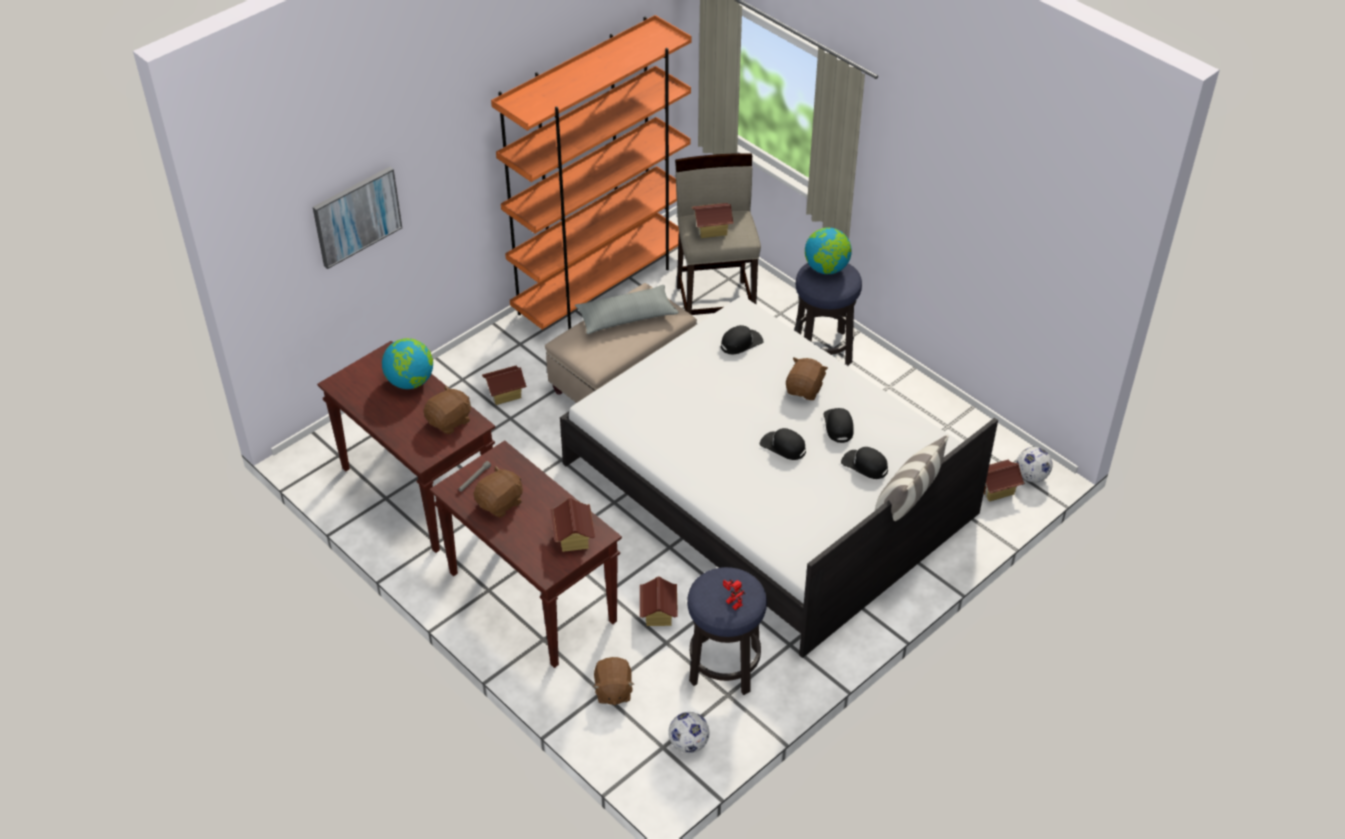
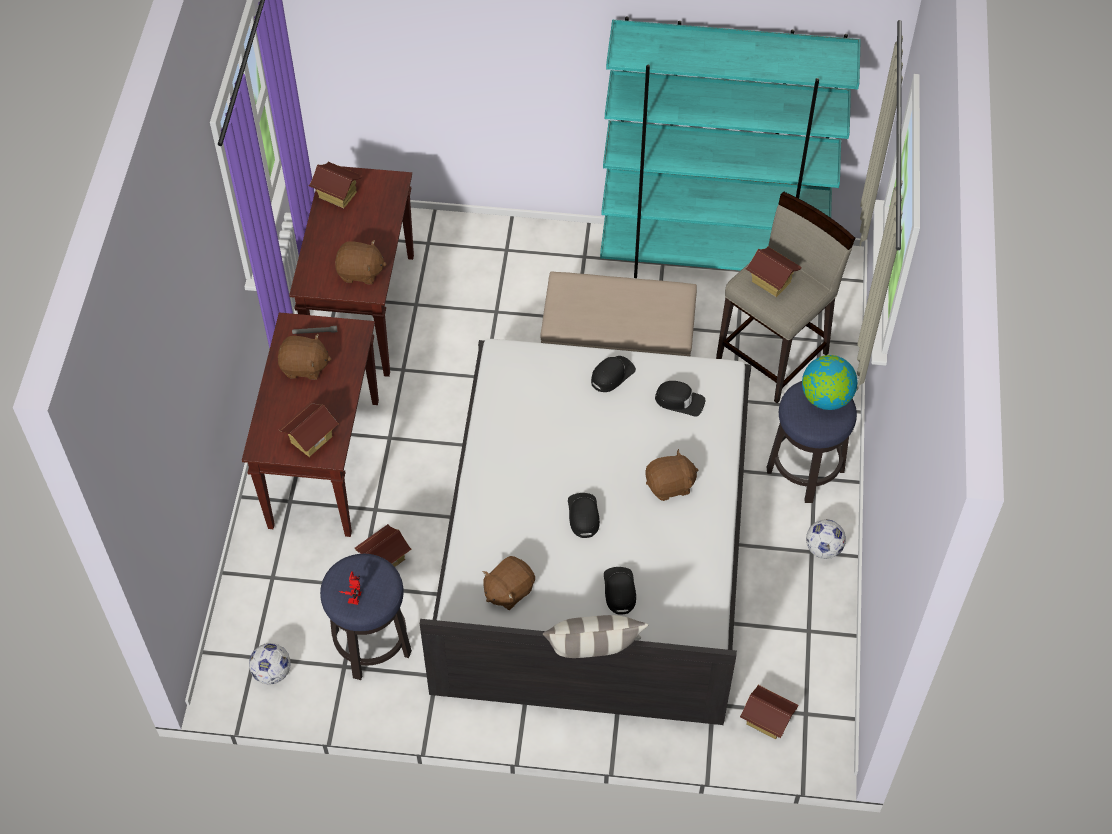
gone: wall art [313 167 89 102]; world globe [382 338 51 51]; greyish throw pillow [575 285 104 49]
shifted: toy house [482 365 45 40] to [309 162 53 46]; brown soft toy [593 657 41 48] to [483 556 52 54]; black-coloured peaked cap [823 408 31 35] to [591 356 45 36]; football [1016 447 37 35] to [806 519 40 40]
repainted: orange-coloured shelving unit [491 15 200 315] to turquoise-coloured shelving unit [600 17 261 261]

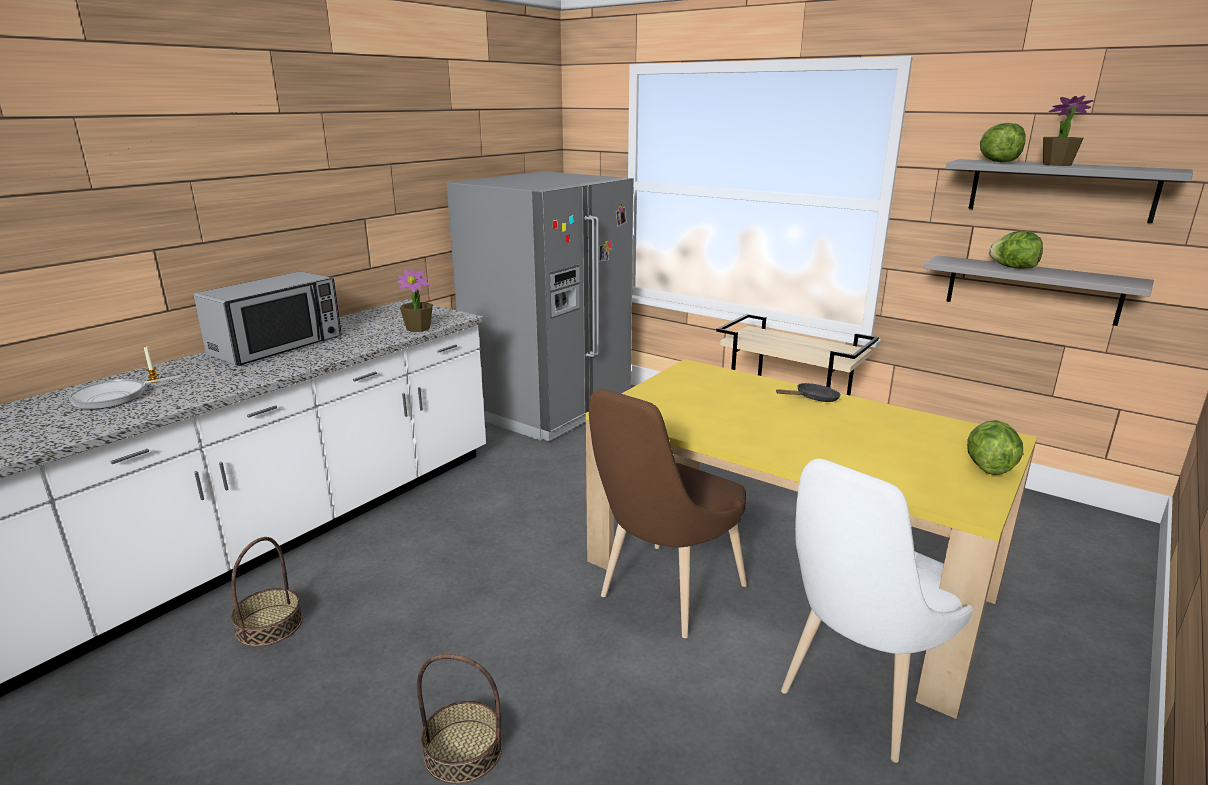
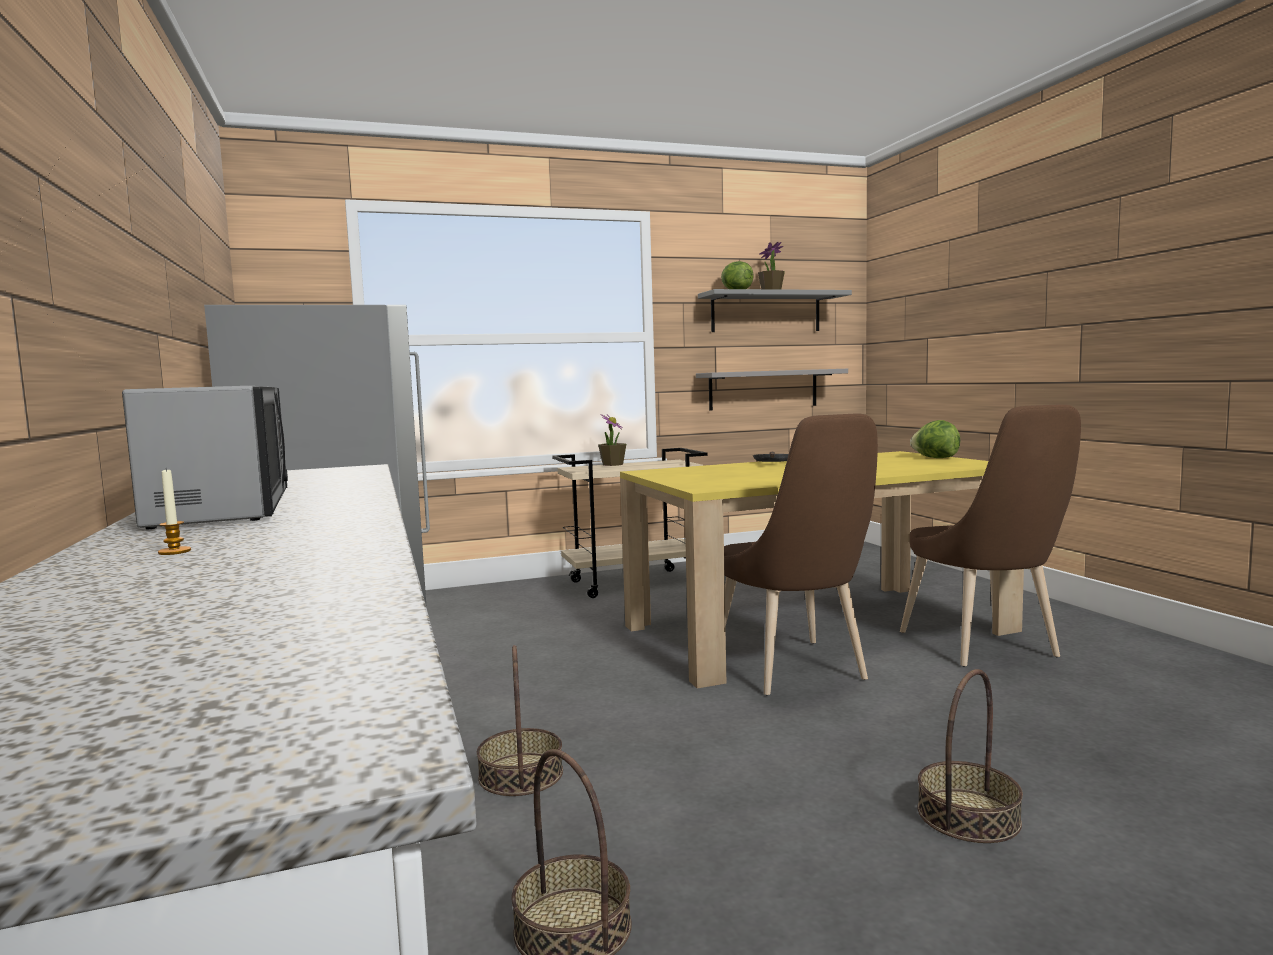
gone: frying pan [69 375 113 34]; lettuce head [989 231 54 38]
new: storage basket [477 645 86 151]
shifted: potted plant [397 269 36 63] to [598 414 28 52]
repainted: whitish chair [781 459 192 304] to brown chair [900 404 181 263]

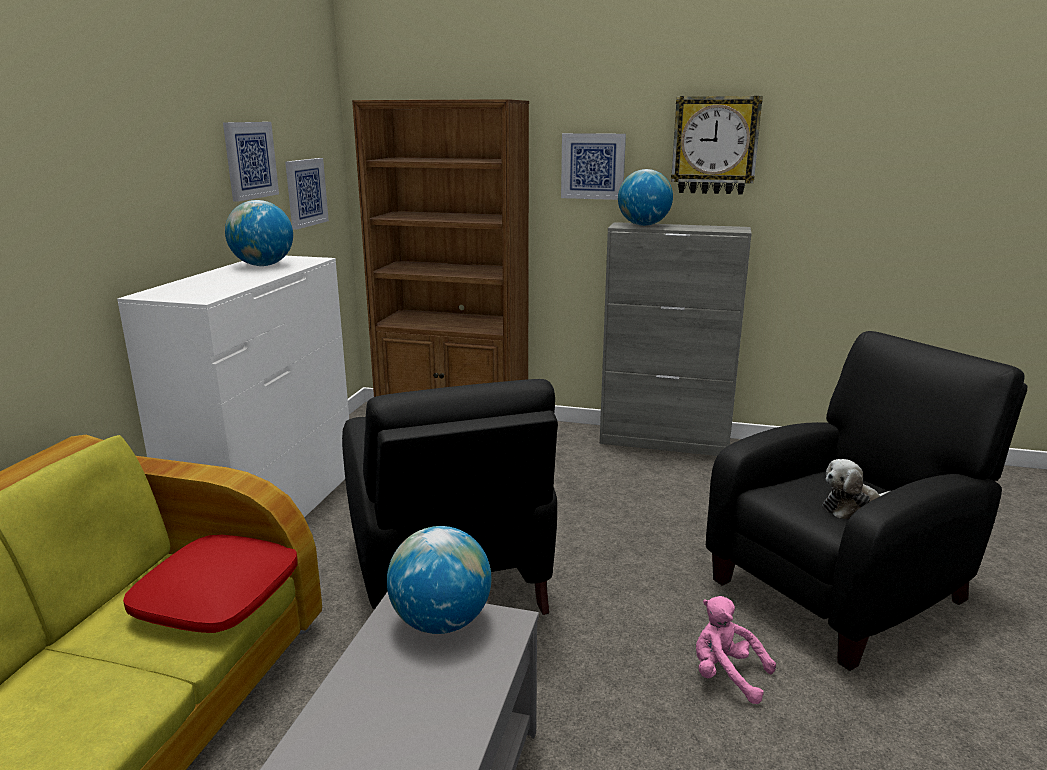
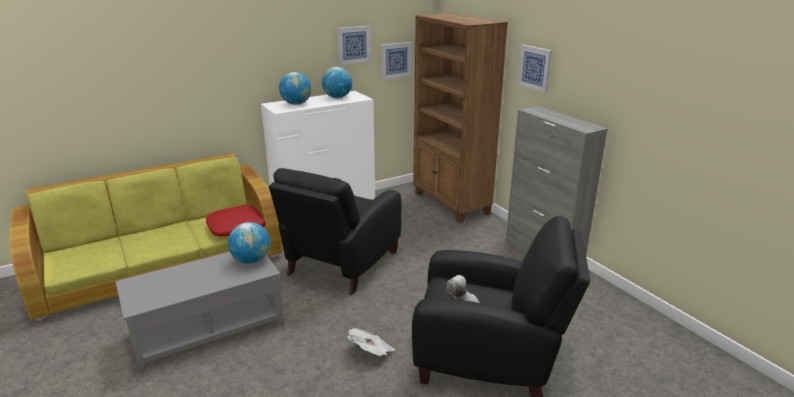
gone: clock on the wall [671 96 92 99]
shifted: world globe [618 169 55 57] to [279 72 32 33]
swapped: pink soft toy [696 596 80 108] to daily paper [347 328 48 28]

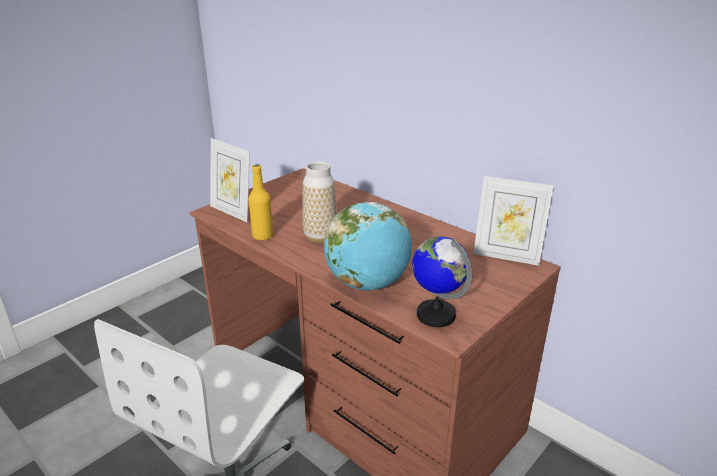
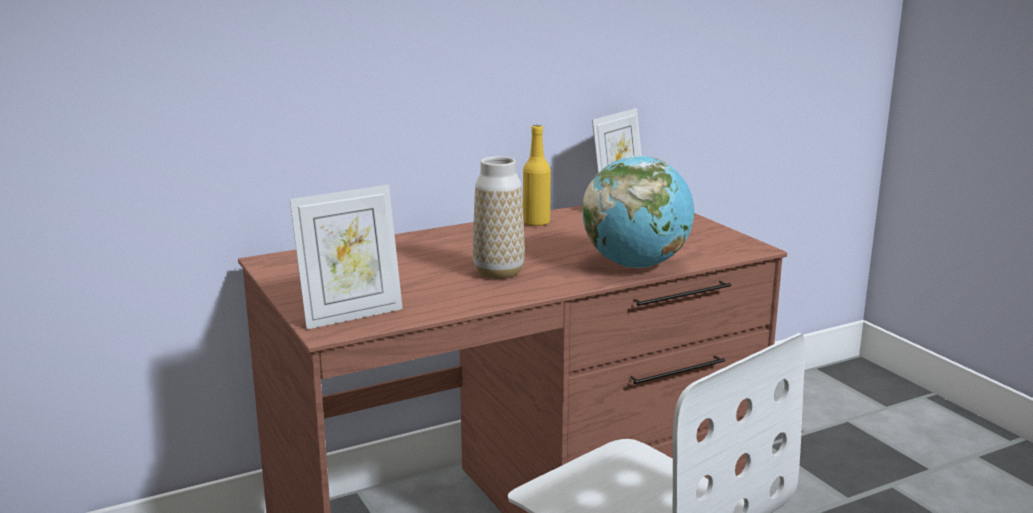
gone: world globe [412 236 60 91]
shifted: yellowish beverage bottle [249 164 24 76] to [523 125 28 101]

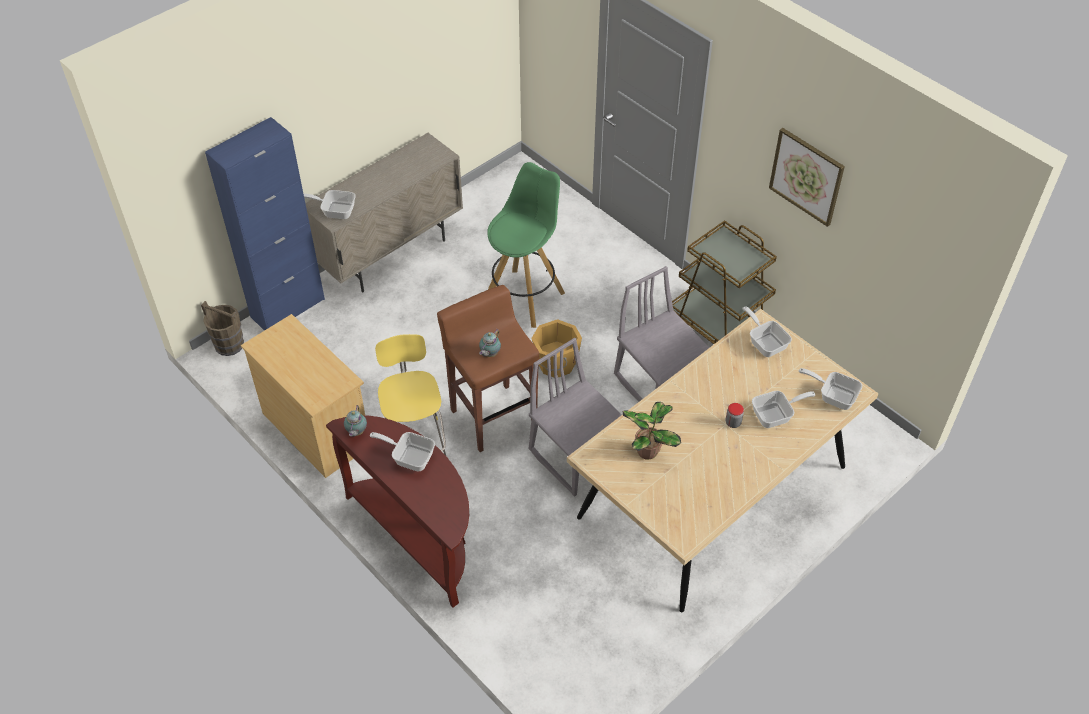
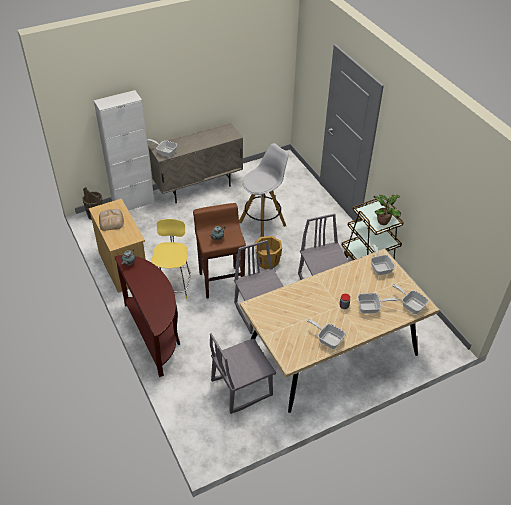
gone: wall art [769 128 76 99]
new: bread [99 209 25 22]; greyish chair [210 333 66 81]
shifted: frying pan [370 432 65 40] to [307 319 39 30]; potted plant [623 402 58 58] to [374 195 27 30]
repainted: blue-coloured storage cabinet [205 117 120 214] to whitish storage cabinet [94 90 61 121]; greenish sitting stool [487 162 78 166] to whitish sitting stool [239 143 49 94]

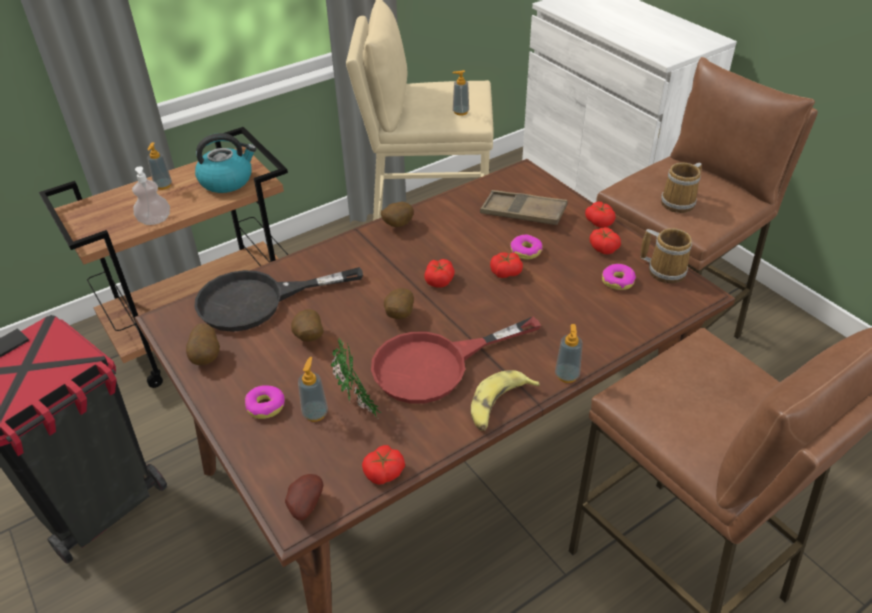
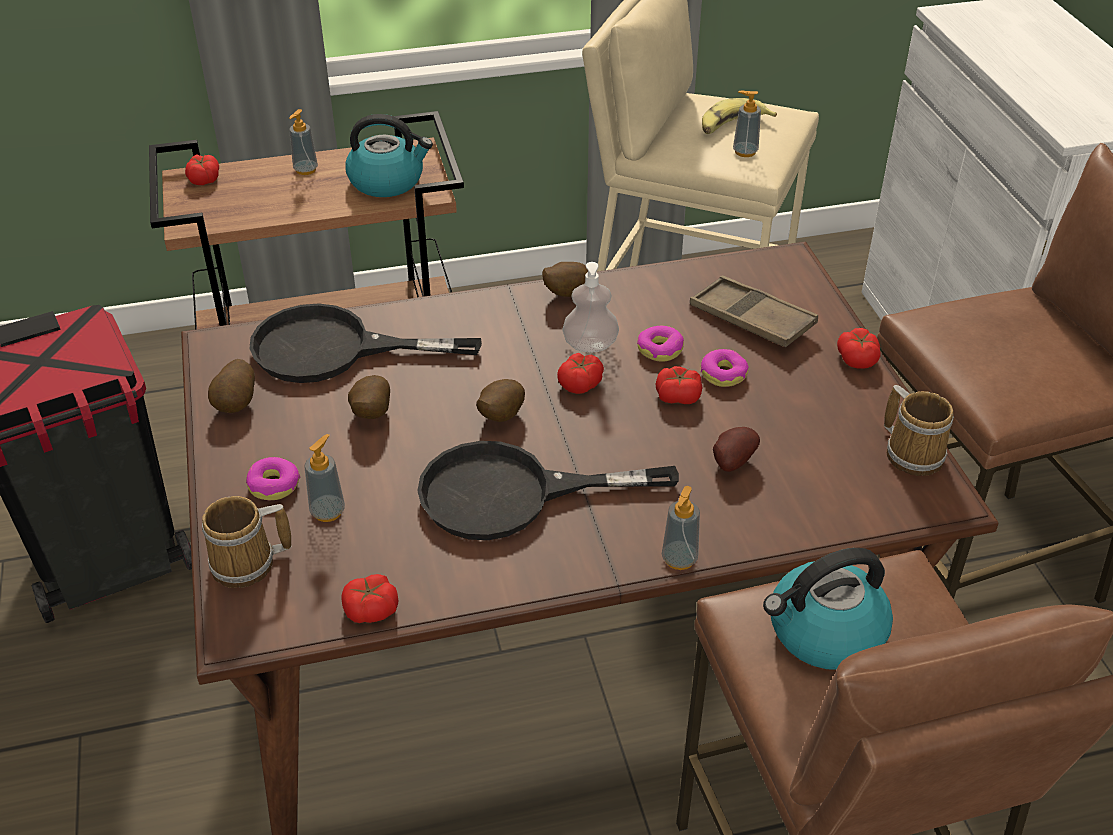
gone: potted plant [331 339 51 80]
new: tea kettle [763 548 130 122]
shifted: tomato [590 227 31 27] to [185 154 34 31]; mug [661 162 41 51] to [202 496 90 92]; liquid soap bottle [132 166 38 59] to [562 262 57 90]; doughnut [602 264 34 26] to [637 326 47 36]; banana fruit [471 370 69 61] to [702 98 75 36]; potato [285 474 38 47] to [713 427 47 45]
repainted: red-coloured frying pan [371 317 170 87] to black-coloured frying pan [417 441 262 99]

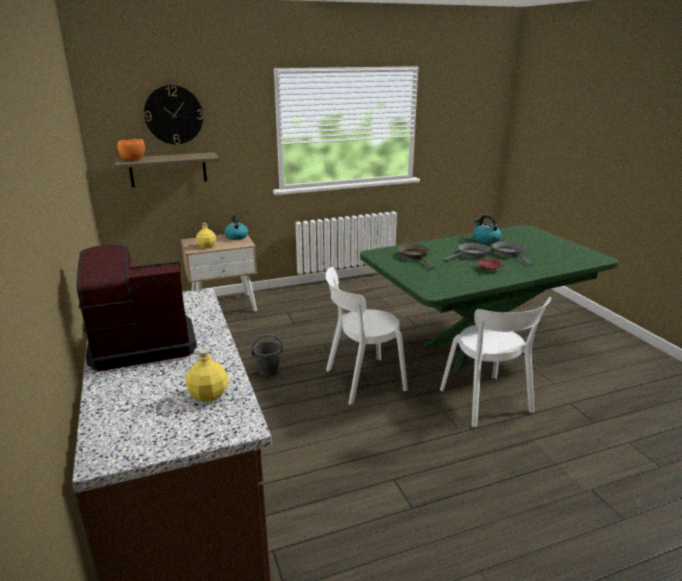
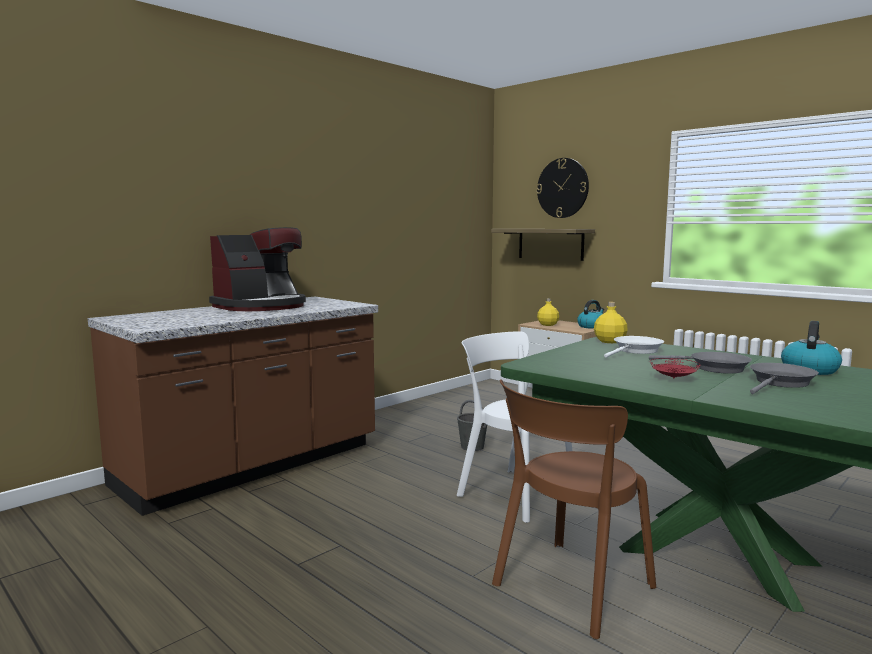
gone: orange-coloured bowl [117 139 28 21]
shifted: yellowish beverage bottle [185 349 43 53] to [594 302 34 41]
repainted: whitish chair [440 297 111 130] to brown chair [492 379 164 260]; brown frying pan [399 244 34 25] to whitish frying pan [604 336 60 22]
rotated: coffee machine [77 245 120 126] = [209 227 97 84] 90 degrees clockwise

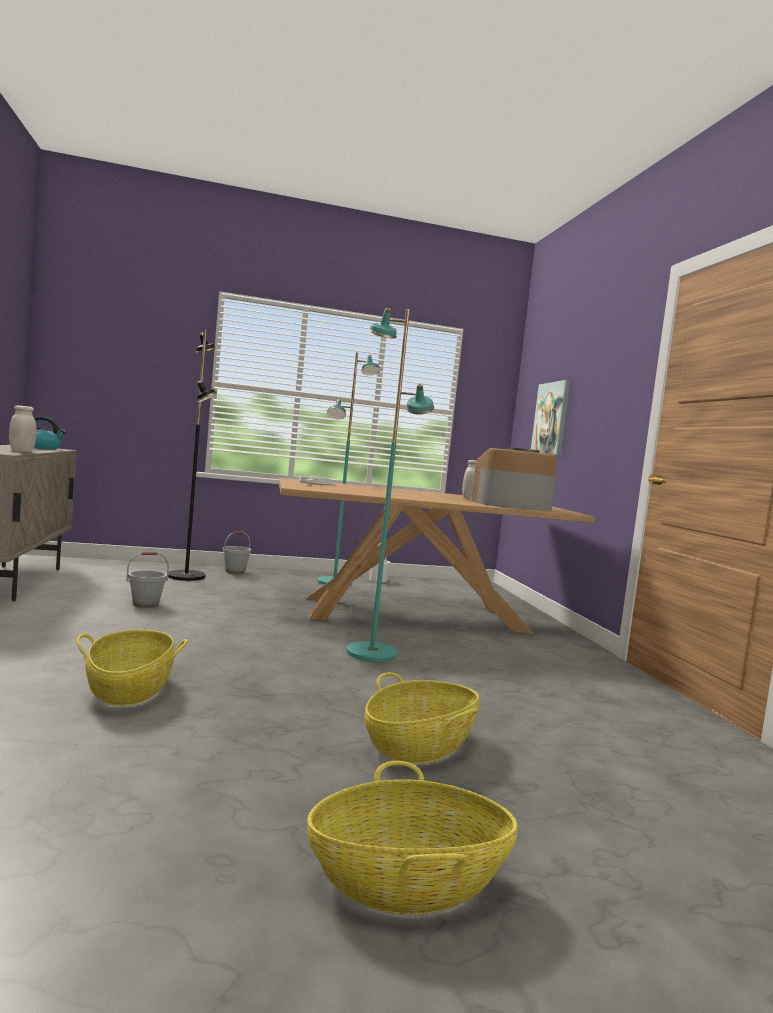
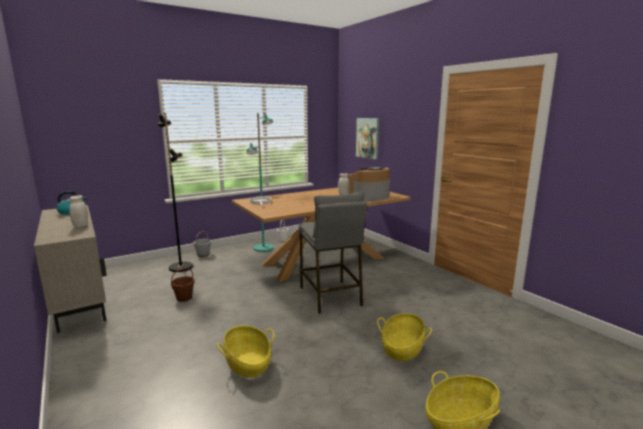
swapped: turquoise-coloured standing lamp [346 308 88 354] to greyish sitting stool [299 192 68 122]
repainted: greyish bucket [126 552 43 56] to brown bucket [171 267 24 35]

